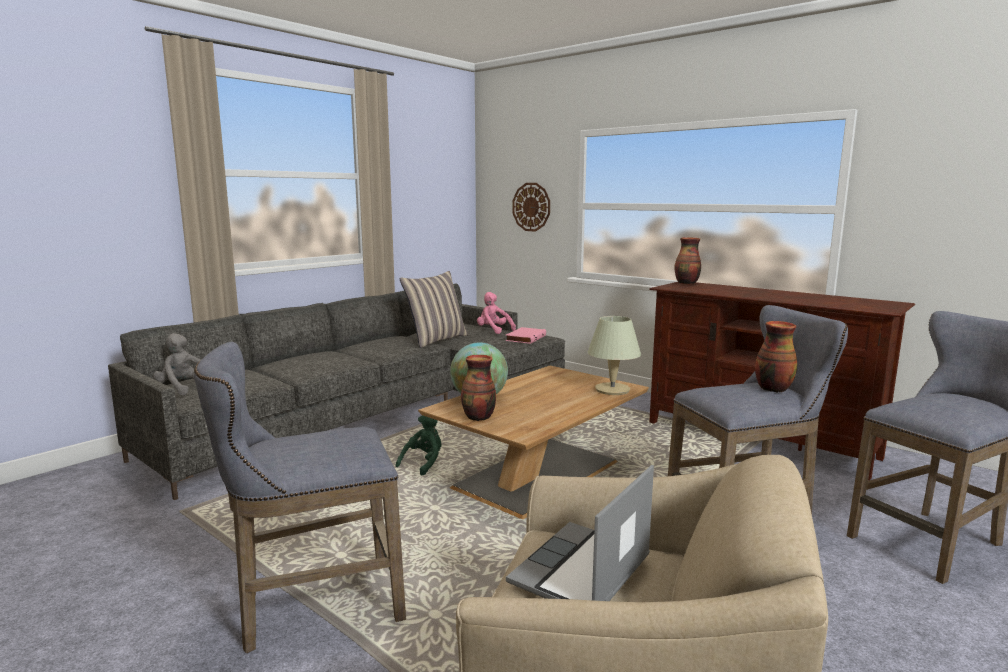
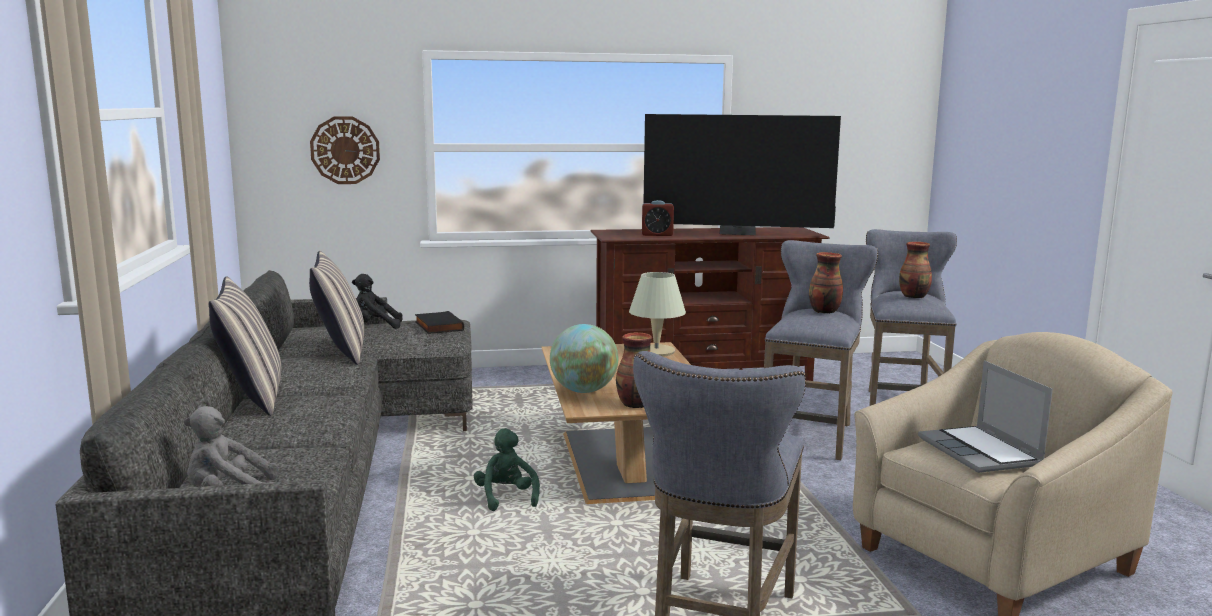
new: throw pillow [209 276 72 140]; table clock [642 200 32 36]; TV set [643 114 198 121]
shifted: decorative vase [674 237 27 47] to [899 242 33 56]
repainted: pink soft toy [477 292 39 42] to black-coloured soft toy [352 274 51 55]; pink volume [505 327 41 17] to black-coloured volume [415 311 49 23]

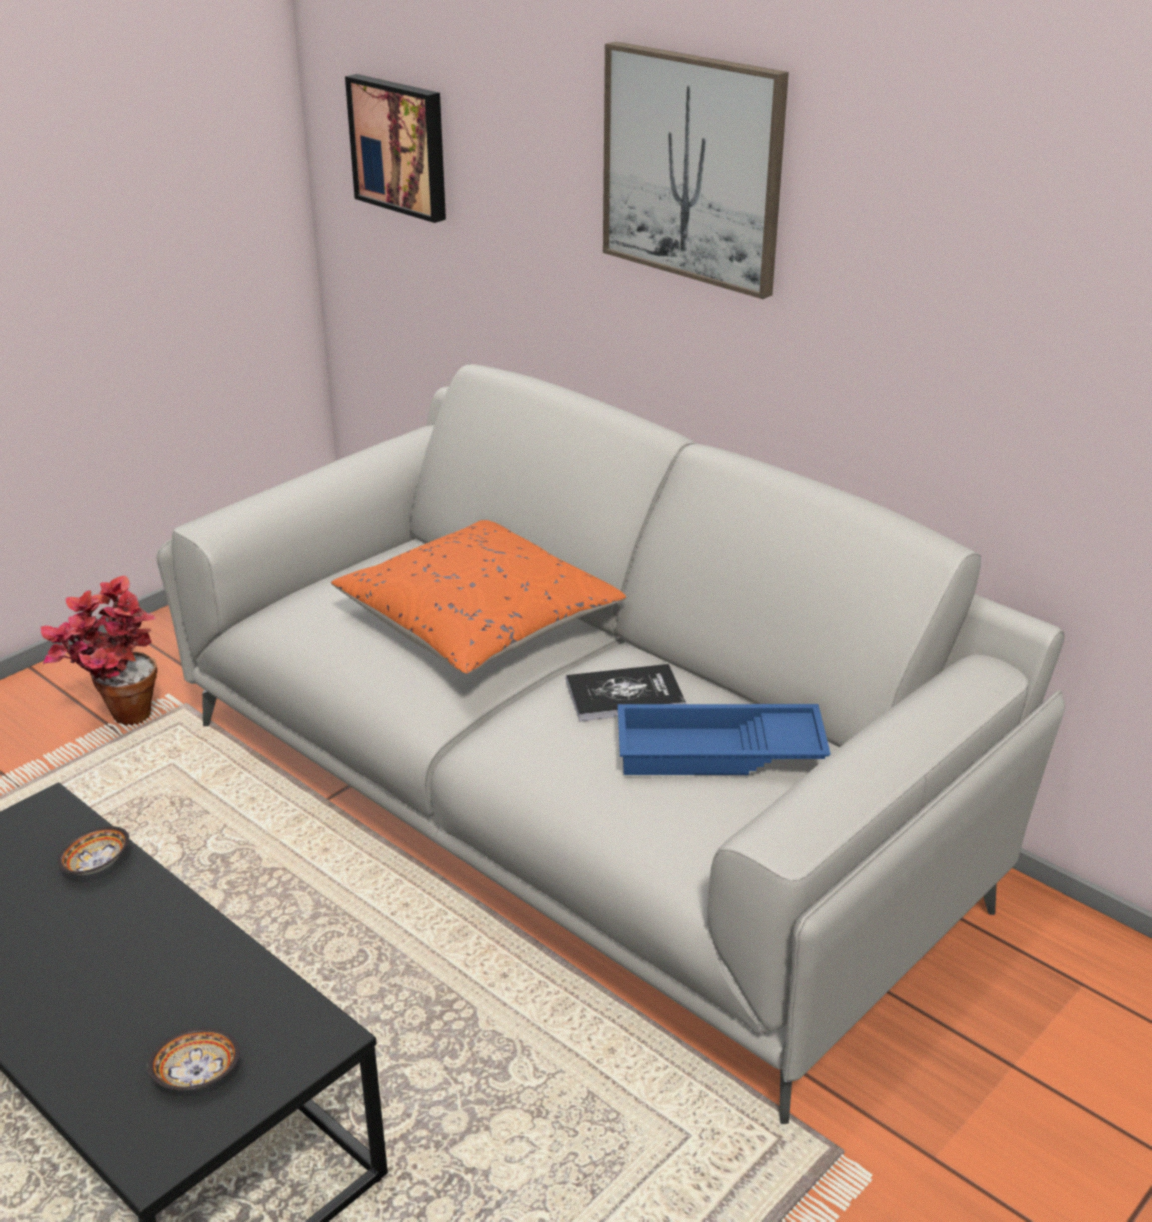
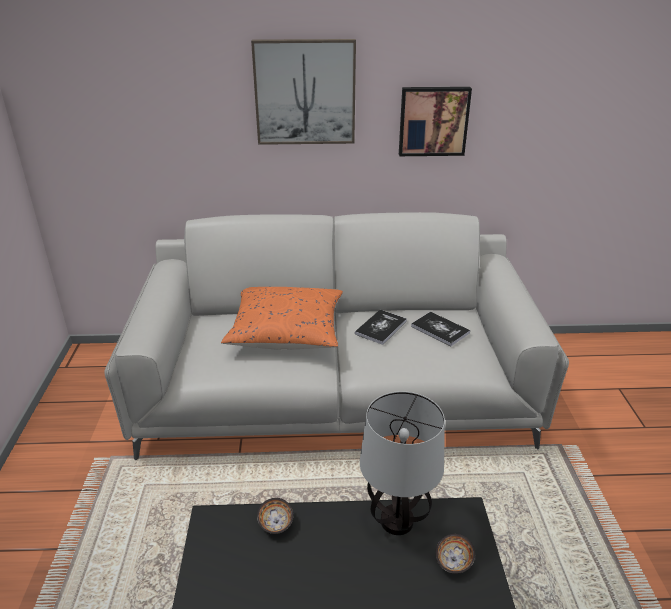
gone: potted plant [40 576 117 150]
new: tabletop lamp [360 391 85 144]
shifted: wall art [345 74 101 149] to [399 87 73 69]
swapped: blue-coloured serving tray [618 704 213 71] to volume [411 312 59 34]

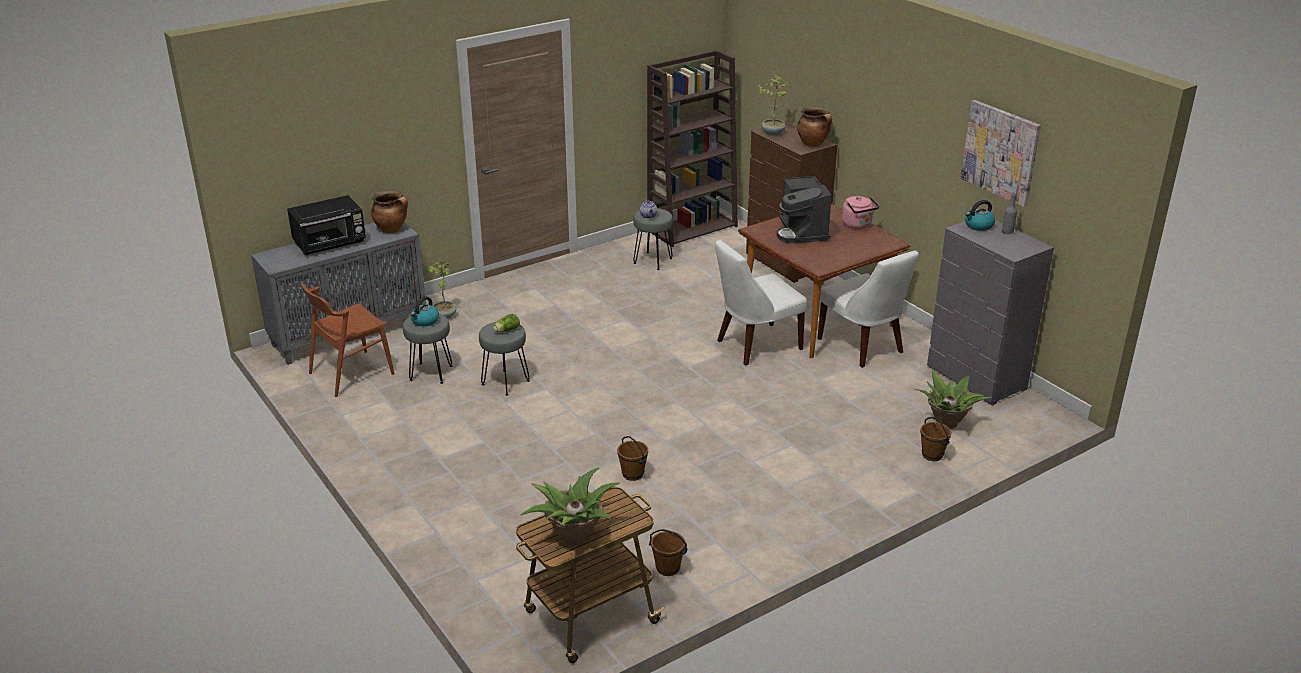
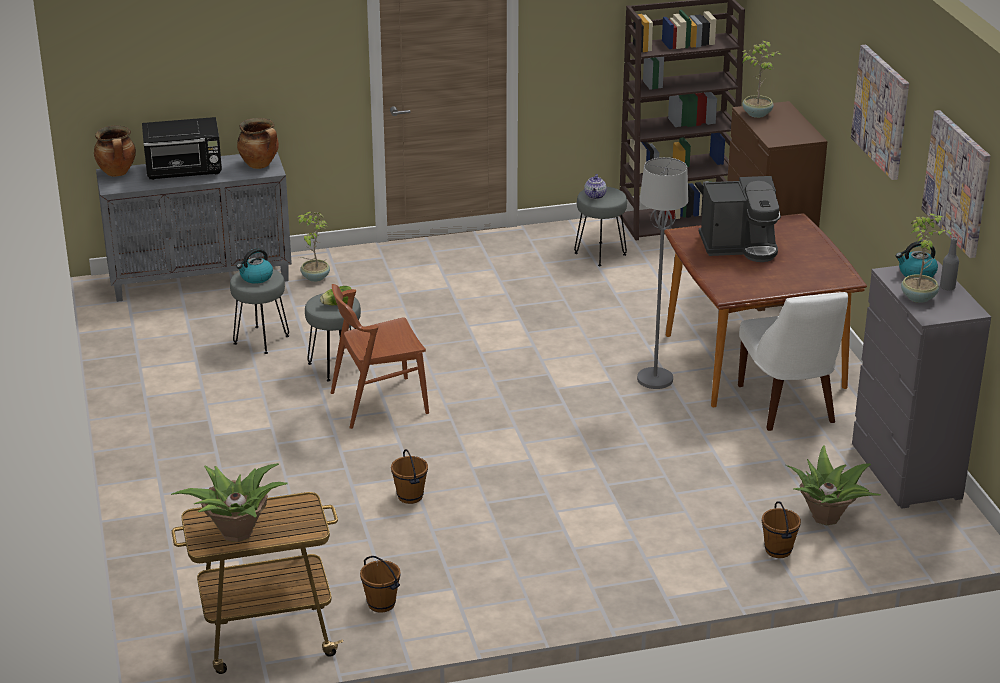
gone: pink tea kettle [842 196 37 33]
new: wall art [851 45 58 135]; potted plant [901 213 50 90]
shifted: cooking pot [797 106 35 41] to [94 125 42 52]; brown chair [301 284 93 113] to [331 284 98 145]
swapped: whitish chair [715 240 92 125] to greyish standing lamp [637 157 51 232]
rotated: coffee machine [777 176 55 68] = [699 176 82 86] 105 degrees counterclockwise

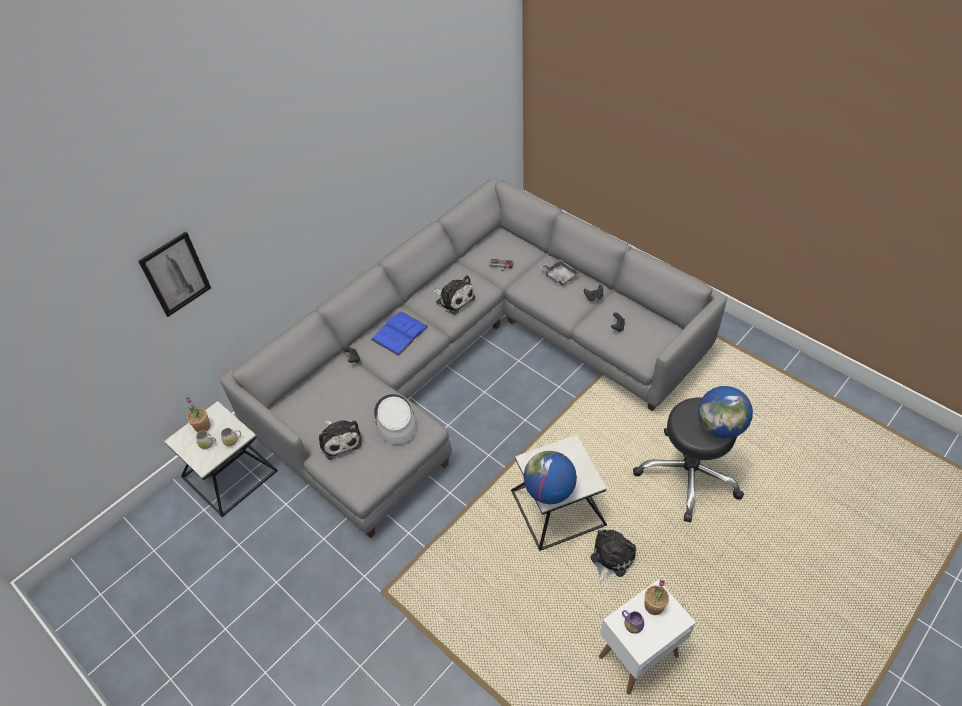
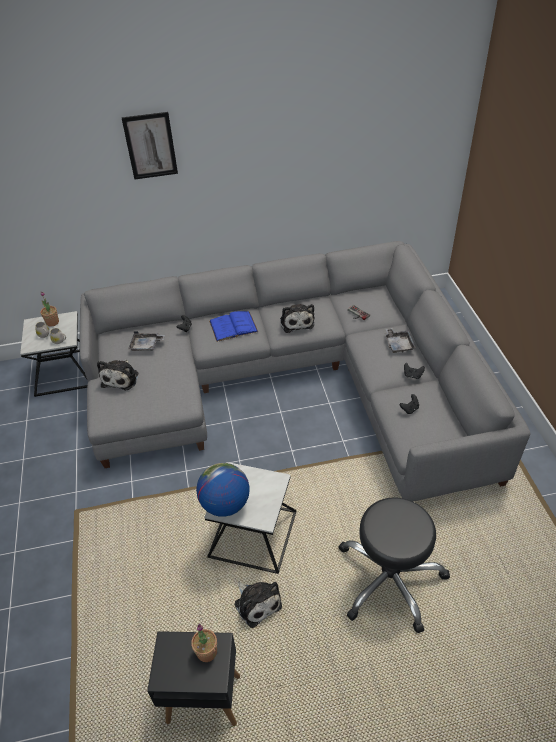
gone: greyish hat [374 394 43 51]; purple-coloured mug [622 610 22 24]; world globe [698 386 55 52]
new: greyish serving tray [128 331 37 20]
shifted: wall art [138 232 73 85] to [121 112 57 68]
repainted: whitish side table [599 580 97 115] to black-coloured side table [147 631 93 95]
rotated: soft toy [591 529 45 54] = [235 581 47 47] 75 degrees clockwise

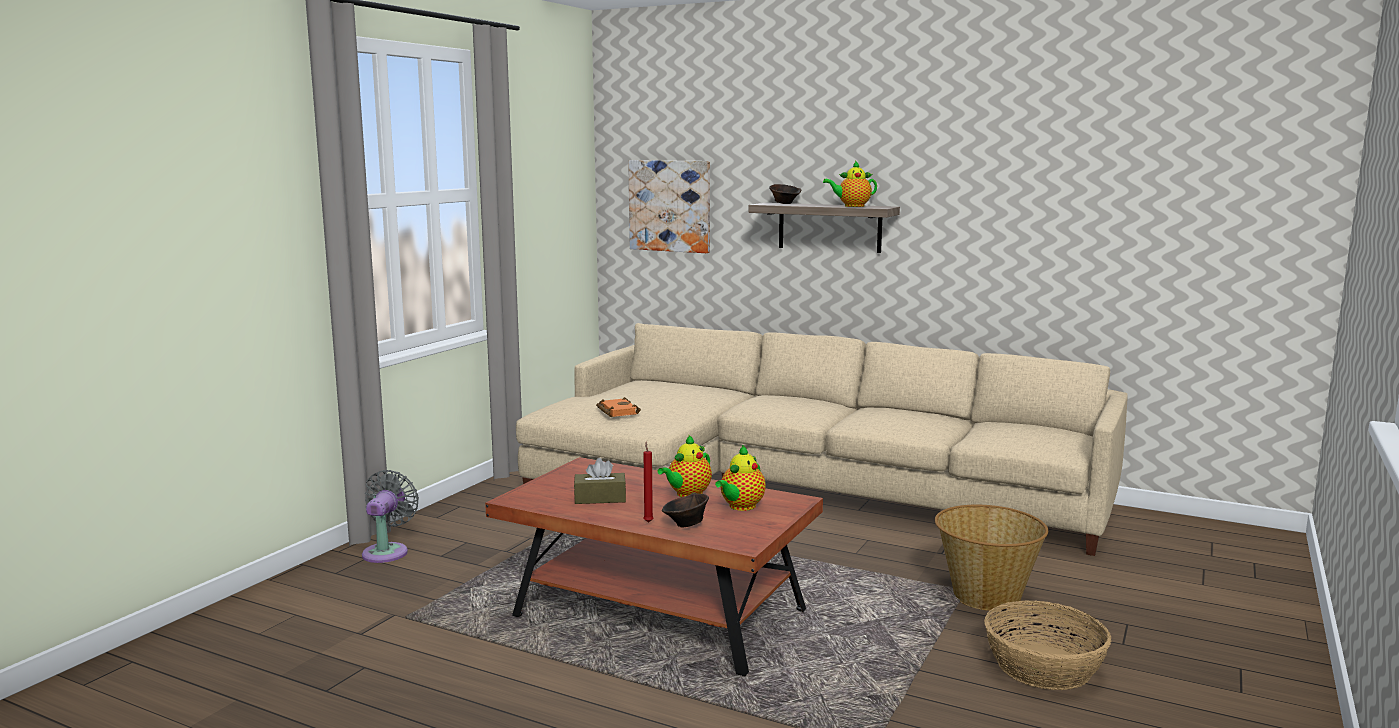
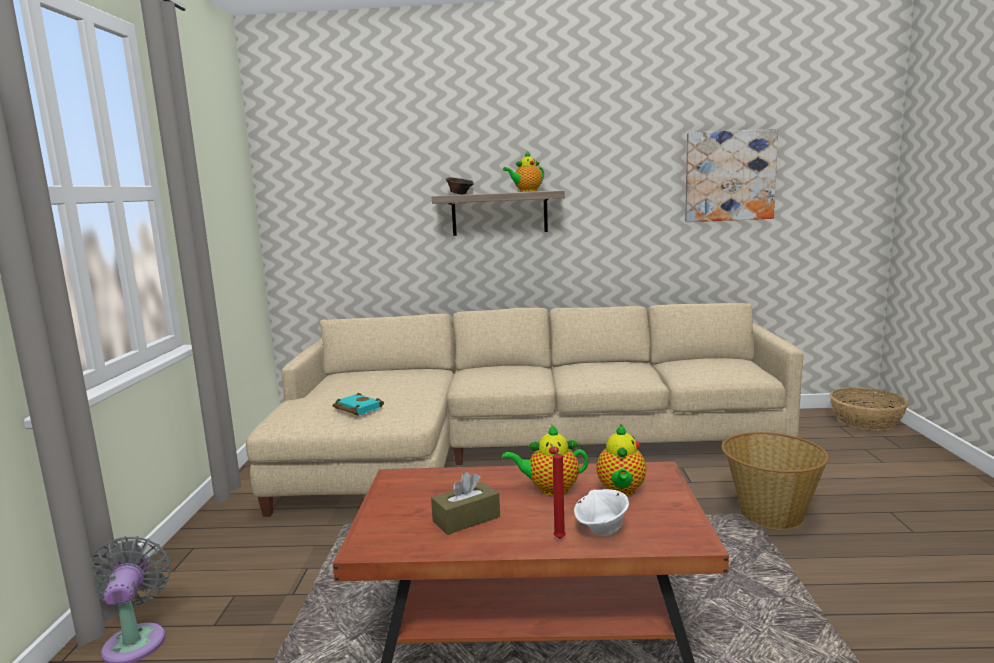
shifted: wall art [628 160 82 93] to [685 129 93 93]; storage basket [984 600 128 90] to [829 387 79 44]
repainted: orange-coloured volume [596 397 45 20] to turquoise-coloured volume [333 393 51 23]; brown bowl [662 493 47 34] to whitish bowl [574 489 55 47]
rotated: pot for tea [657 434 55 63] = [502 424 86 72] 75 degrees clockwise

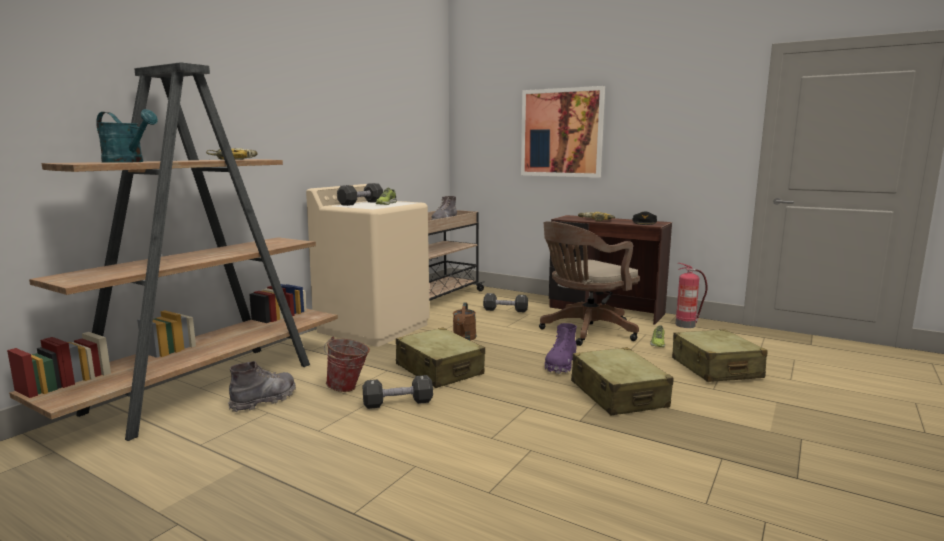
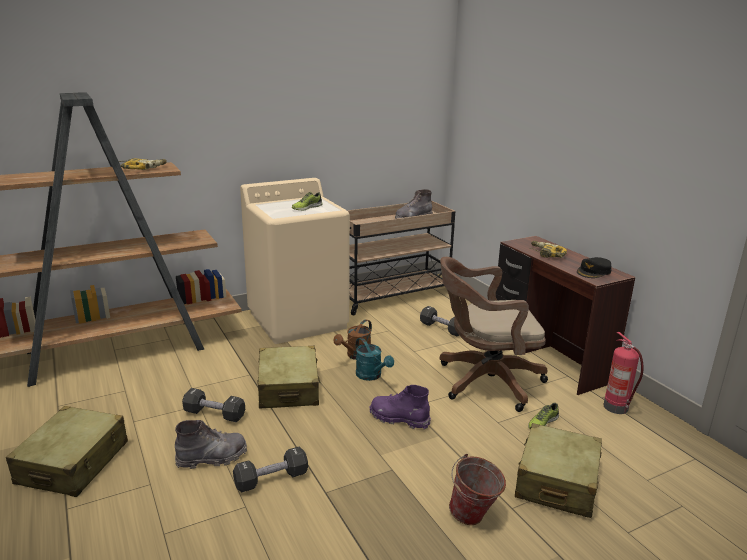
gone: wall art [521 86 84 92]
shifted: beige-coloured travel case [571 347 103 68] to [6 406 122 91]; greyish boot [228 361 68 51] to [175 420 72 49]; black-coloured hand weight [337 183 46 23] to [233 447 75 45]; turquoise-coloured watering pot [96 109 62 54] to [356 337 38 44]; bucket [324 336 46 56] to [449 454 57 71]
rotated: purple-coloured boot [545 323 32 51] = [370 385 61 45] 60 degrees clockwise

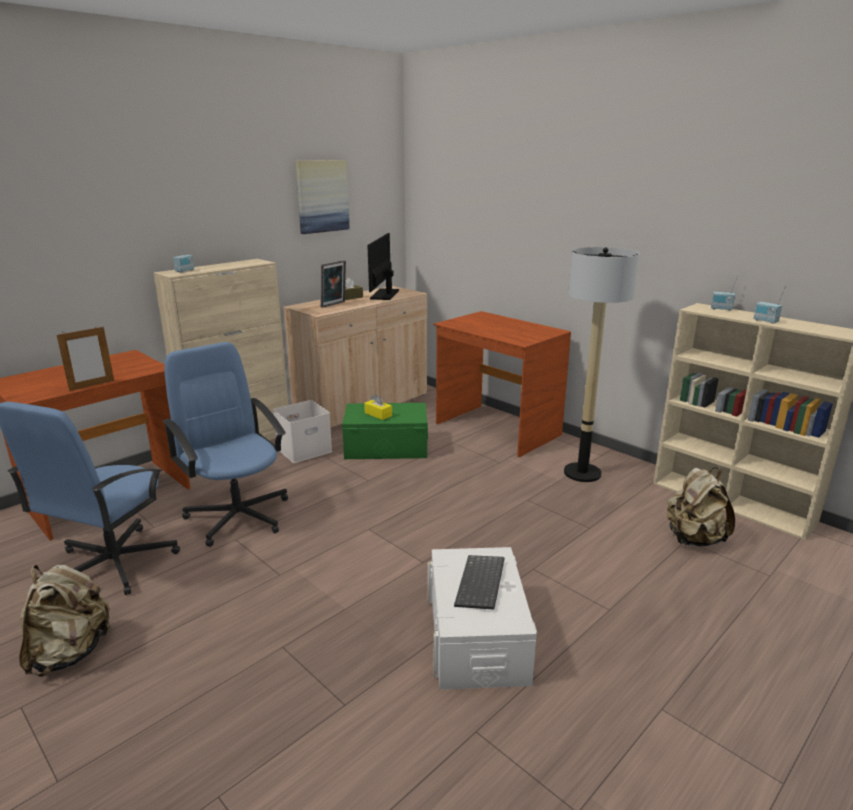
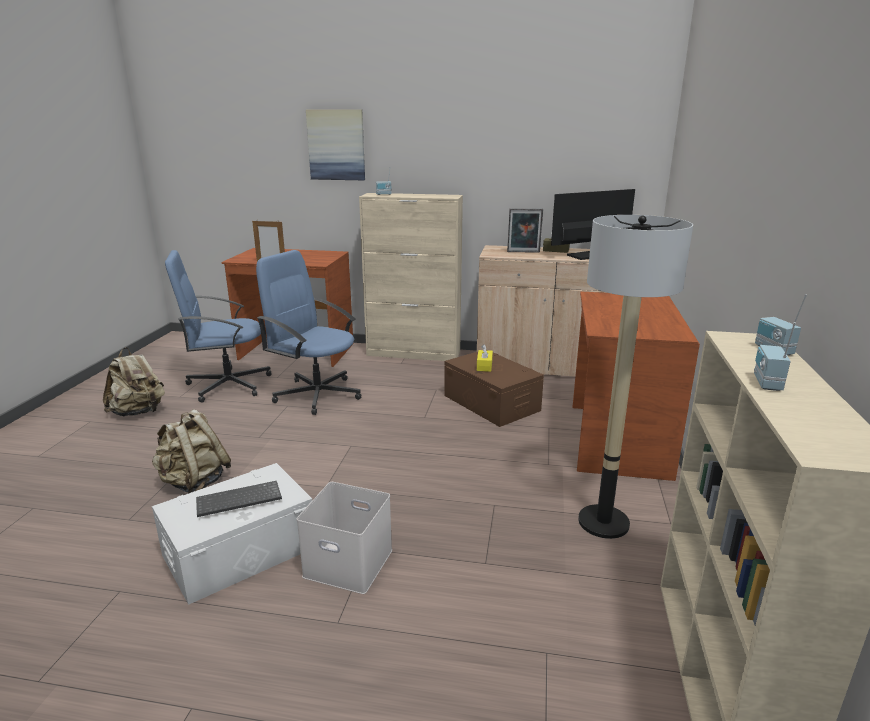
shifted: beige-coloured backpack [667 467 68 79] to [152 409 79 85]; whitish storage container [273 400 59 63] to [297 482 95 112]; wall art [296 160 54 74] to [306 109 59 71]
repainted: greenish storage container [342 402 86 57] to brown storage container [444 352 100 75]
rotated: blue-coloured desk chair [163 342 125 205] = [256 250 106 165] 75 degrees counterclockwise

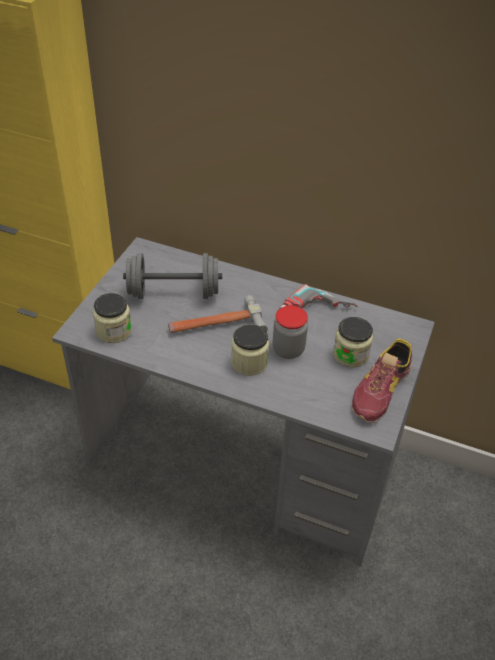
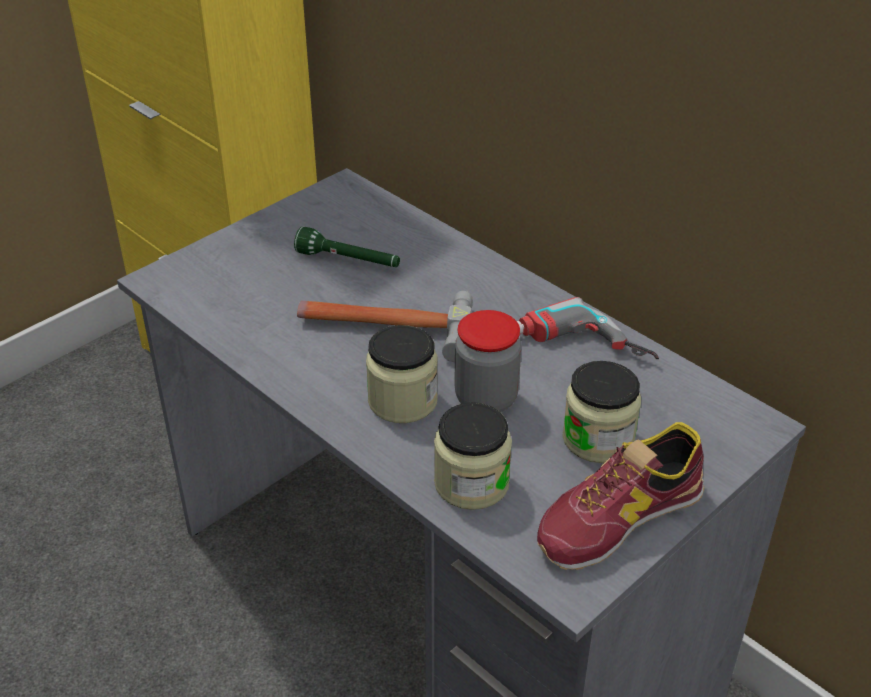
shifted: preserve jar [93 293 39 50] to [434 402 78 108]
swapped: greyish hand weight [123 253 99 46] to greenish torch [294 227 106 40]

